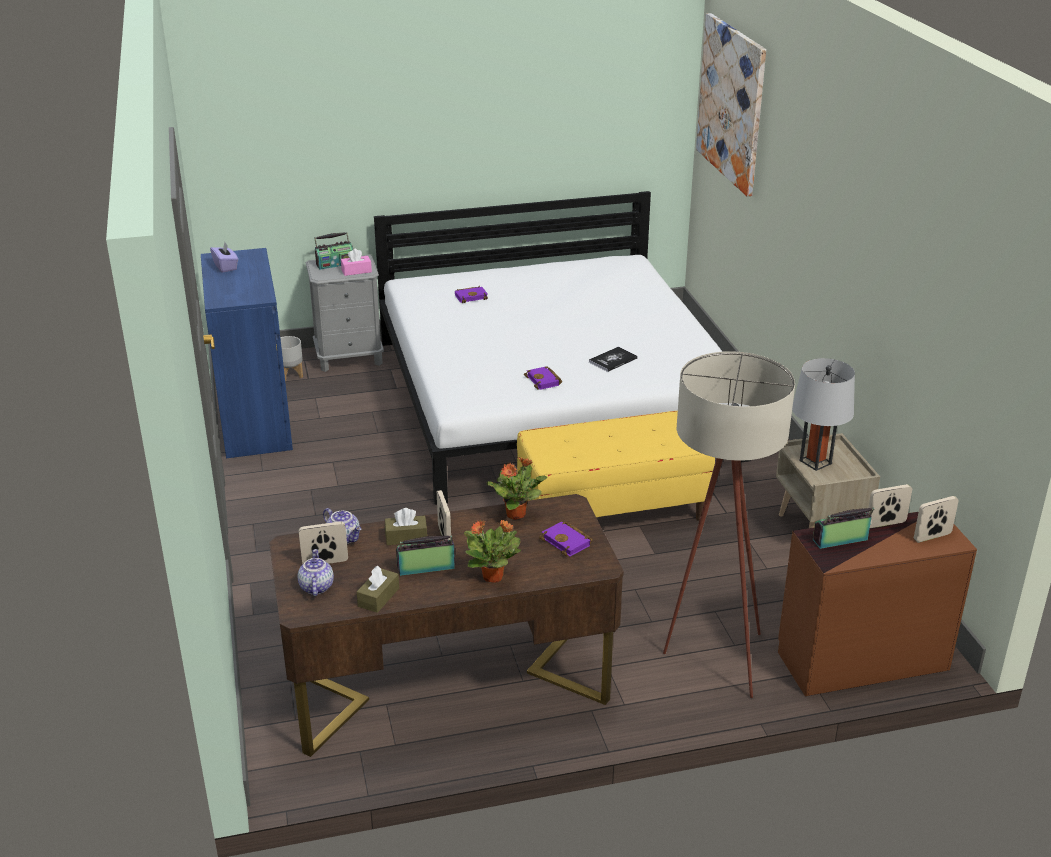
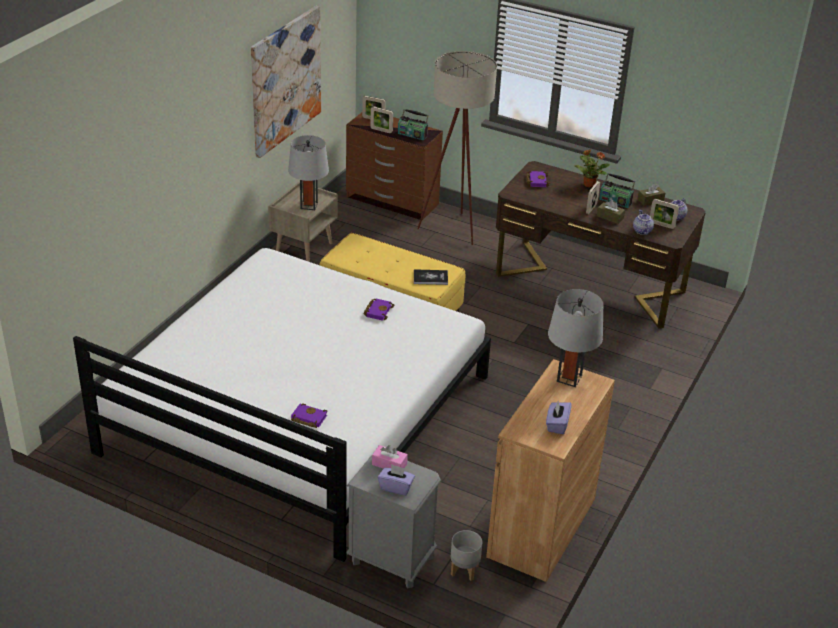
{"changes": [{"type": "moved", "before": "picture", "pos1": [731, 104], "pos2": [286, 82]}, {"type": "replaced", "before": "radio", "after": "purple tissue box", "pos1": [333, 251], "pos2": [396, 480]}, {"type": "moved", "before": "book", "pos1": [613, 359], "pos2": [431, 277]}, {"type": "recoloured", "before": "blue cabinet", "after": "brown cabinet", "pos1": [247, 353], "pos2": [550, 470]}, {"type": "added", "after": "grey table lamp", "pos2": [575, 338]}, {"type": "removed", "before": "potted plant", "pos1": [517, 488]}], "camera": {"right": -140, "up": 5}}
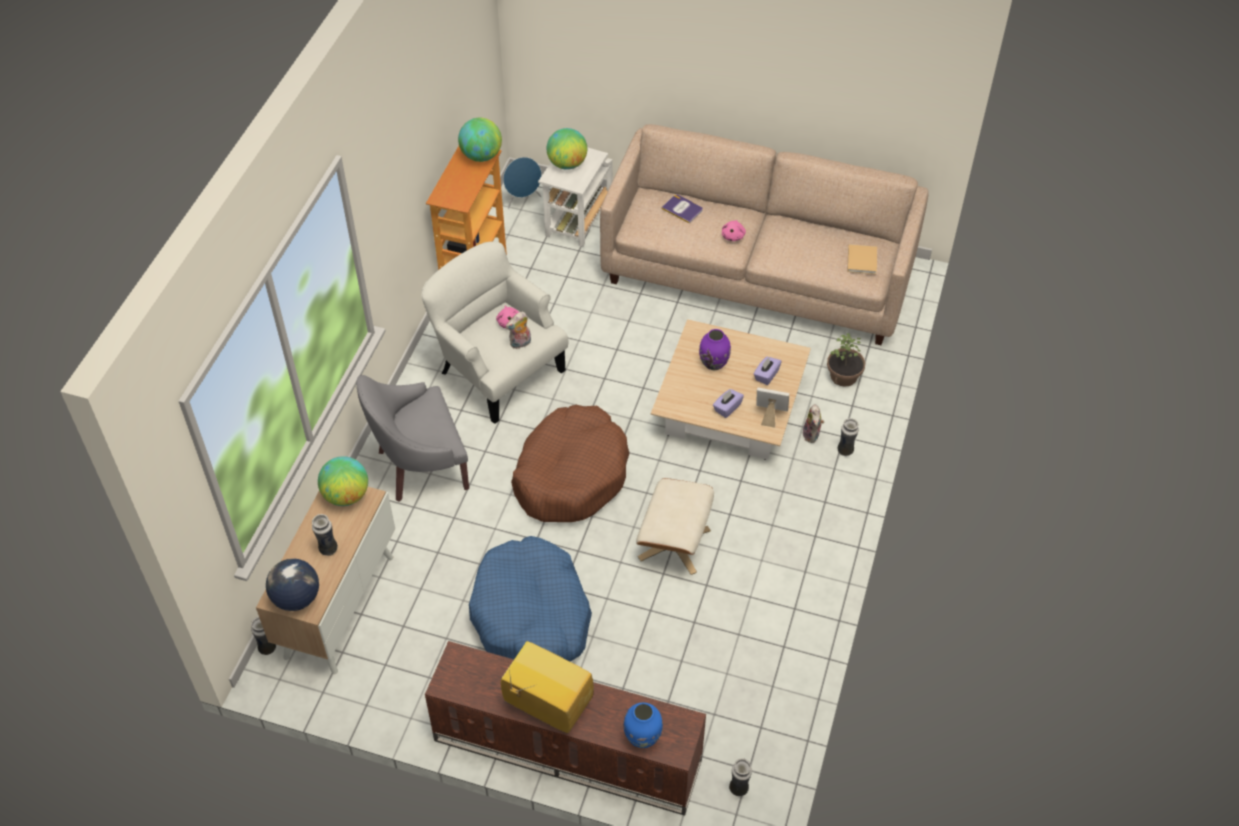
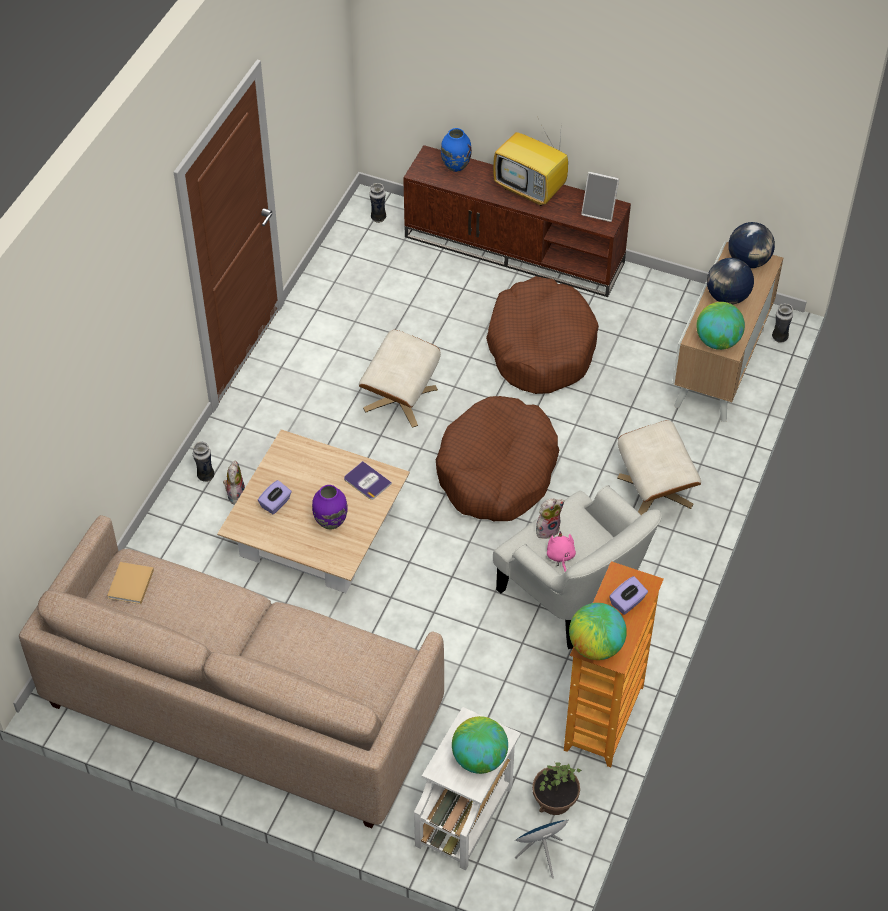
{"changes": [{"type": "moved", "before": "book", "pos1": [682, 208], "pos2": [368, 480]}, {"type": "recoloured", "before": "blue dog bed", "after": "brown dog bed", "pos1": [530, 599], "pos2": [542, 335]}, {"type": "moved", "before": "potted plant", "pos1": [846, 360], "pos2": [557, 788]}, {"type": "moved", "before": "picture frame", "pos1": [773, 408], "pos2": [600, 196]}, {"type": "moved", "before": "purple tissue box", "pos1": [728, 403], "pos2": [628, 595]}, {"type": "replaced", "before": "grey armchair", "after": "beige ottoman", "pos1": [413, 438], "pos2": [659, 467]}, {"type": "replaced", "before": "vase", "after": "globe", "pos1": [325, 535], "pos2": [730, 281]}, {"type": "removed", "before": "pink plush toy", "pos1": [734, 230]}], "camera": {"right": -175, "up": 0}}
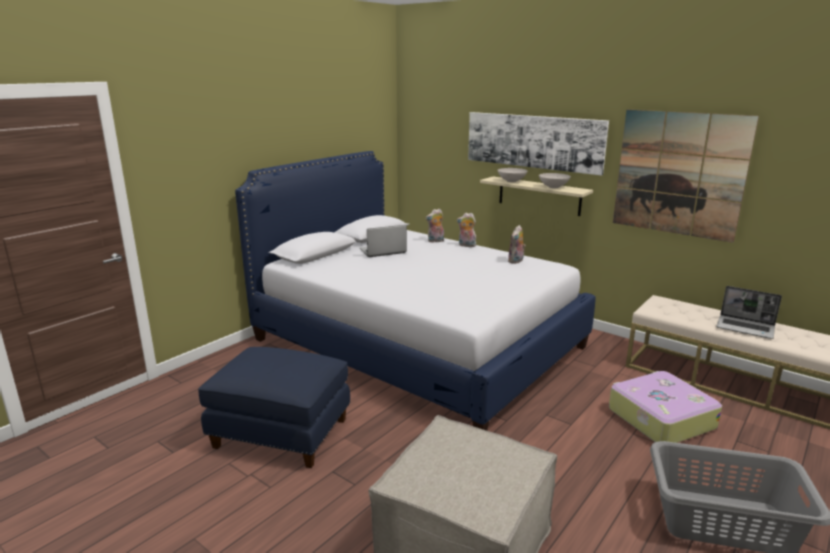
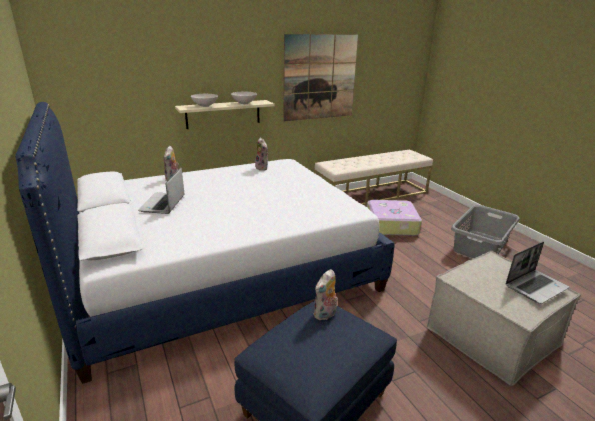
{"changes": [{"type": "moved", "before": "plush toy", "pos1": [466, 230], "pos2": [325, 294]}, {"type": "moved", "before": "laptop", "pos1": [749, 312], "pos2": [537, 272]}, {"type": "removed", "before": "picture", "pos1": [538, 144]}], "camera": {"right": -65, "up": 5}}
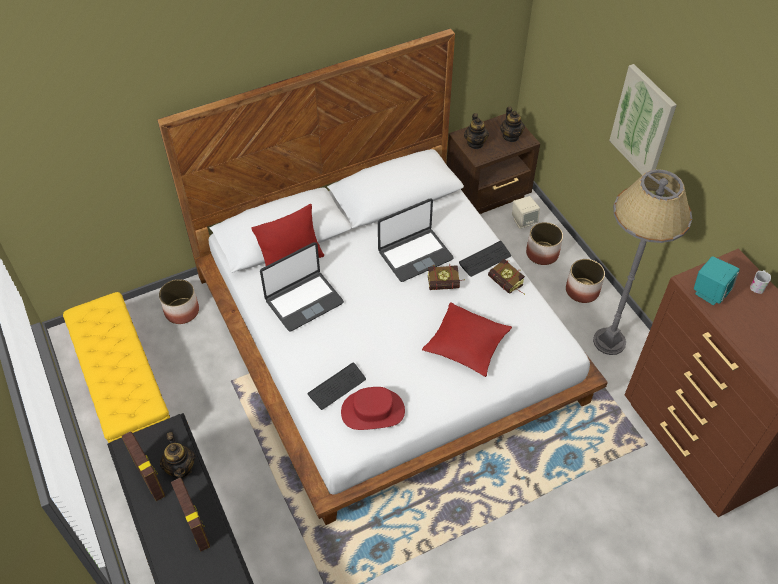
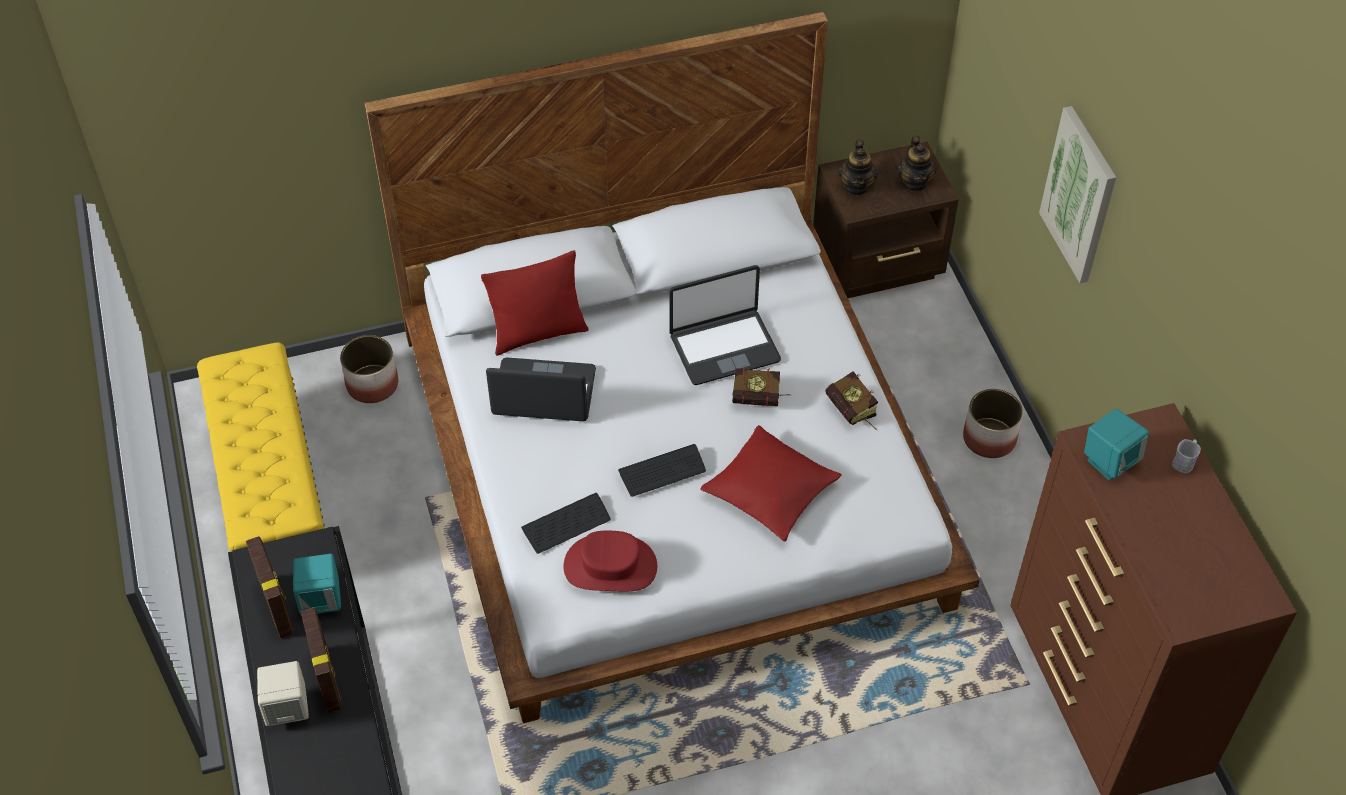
{"changes": [{"type": "moved", "before": "beige speaker", "pos1": [526, 212], "pos2": [283, 693]}, {"type": "replaced", "before": "teapot", "after": "turquoise speaker", "pos1": [177, 455], "pos2": [317, 584]}, {"type": "turned", "before": "laptop", "pos1": [302, 286], "pos2": [541, 389], "turn": -150}, {"type": "moved", "before": "keyboard", "pos1": [485, 259], "pos2": [662, 470]}, {"type": "removed", "before": "planter", "pos1": [544, 243]}, {"type": "removed", "before": "grey floor lamp", "pos1": [642, 262]}], "camera": {"right": 10, "up": 0}}
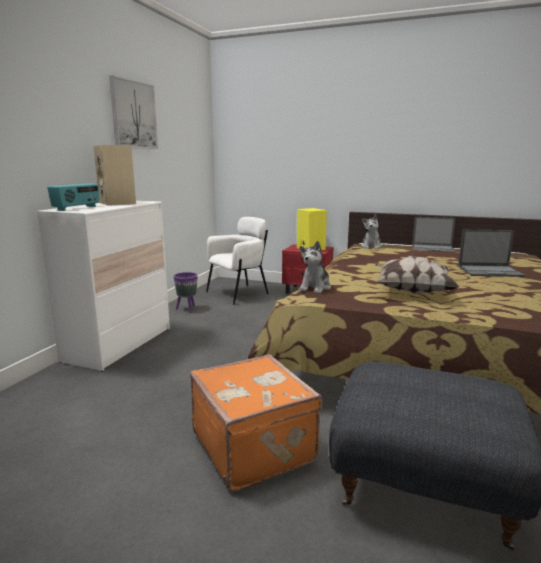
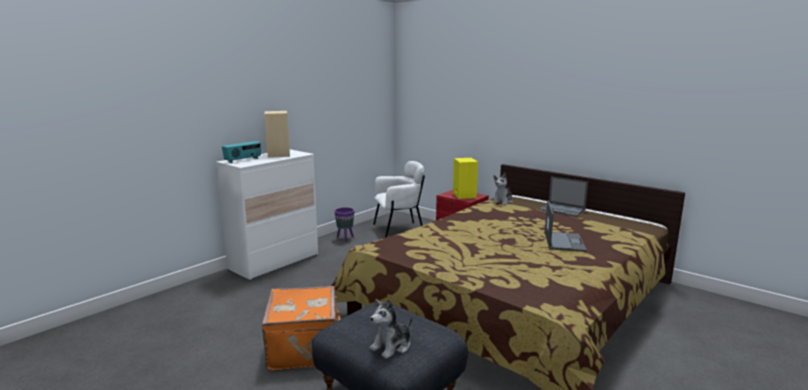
{"changes": [{"type": "moved", "before": "plush toy", "pos1": [315, 267], "pos2": [391, 329]}, {"type": "turned", "before": "laptop", "pos1": [492, 253], "pos2": [566, 226], "turn": -105}, {"type": "removed", "before": "picture", "pos1": [133, 112]}, {"type": "removed", "before": "pillow", "pos1": [417, 275]}], "camera": {"right": 20, "up": 0}}
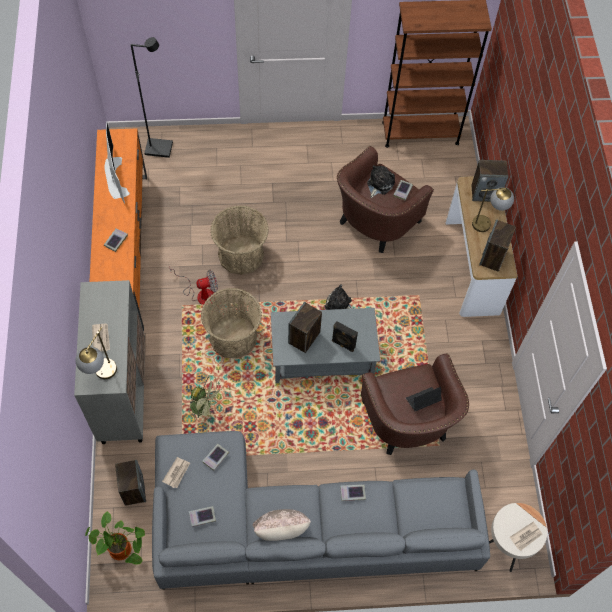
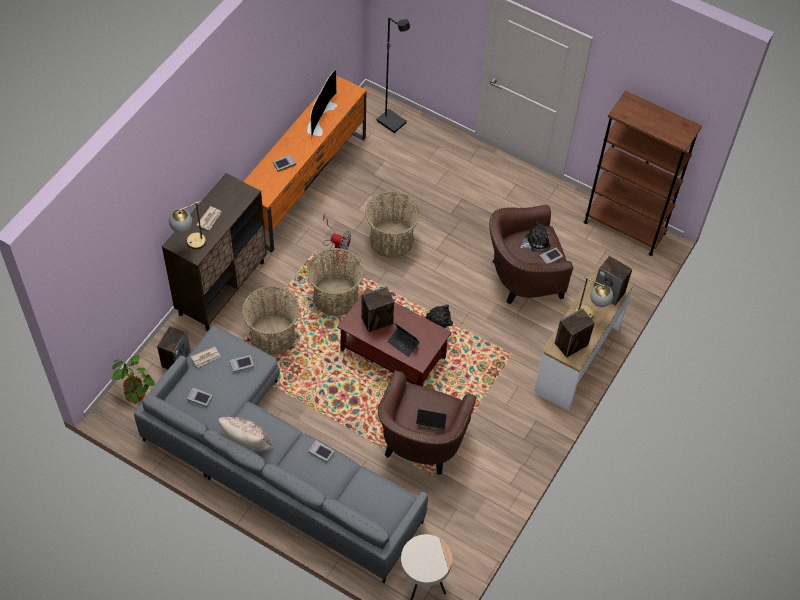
{"changes": [{"type": "recoloured", "before": "grey cabinet", "after": "brown cabinet", "pos1": [109, 362], "pos2": [214, 252]}, {"type": "replaced", "before": "green fan", "after": "basket", "pos1": [206, 398], "pos2": [271, 320]}, {"type": "recoloured", "before": "grey coffee table", "after": "brown coffee table", "pos1": [325, 345], "pos2": [394, 337]}, {"type": "replaced", "before": "black speaker", "after": "laptop", "pos1": [345, 336], "pos2": [404, 340]}, {"type": "removed", "before": "newspaper", "pos1": [526, 536]}], "camera": {"right": 35, "up": -5}}
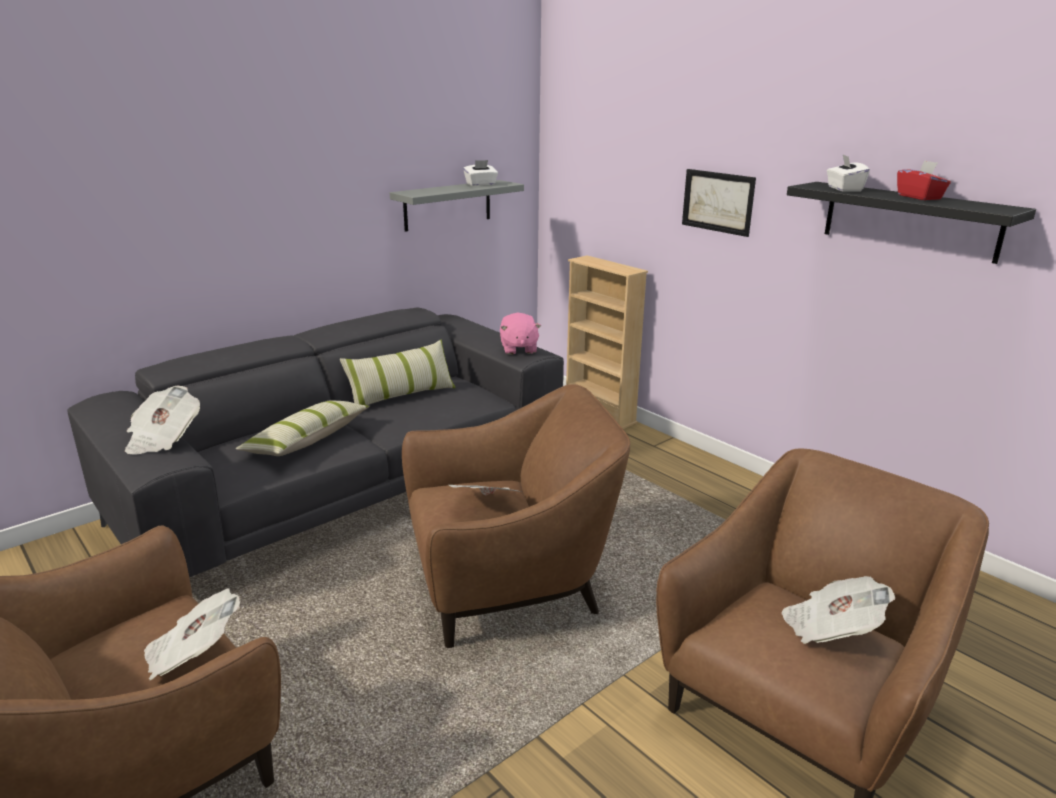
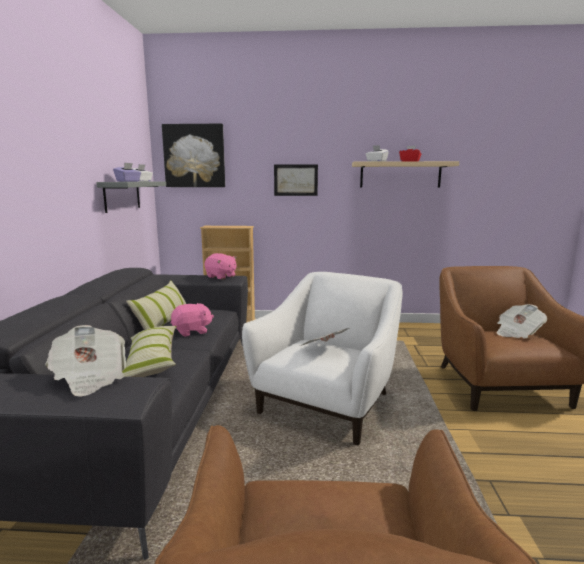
{"changes": [{"type": "added", "after": "purple tissue box", "pos2": [127, 172]}, {"type": "added", "after": "picture", "pos2": [193, 155]}, {"type": "added", "after": "pink plush toy", "pos2": [192, 320]}, {"type": "recoloured", "before": "brown armchair", "after": "white armchair", "pos1": [516, 516], "pos2": [322, 358]}, {"type": "recoloured", "before": "black shelf", "after": "beige shelf", "pos1": [911, 223], "pos2": [405, 174]}, {"type": "removed", "before": "newspaper", "pos1": [192, 634]}], "camera": {"right": -45, "up": -10}}
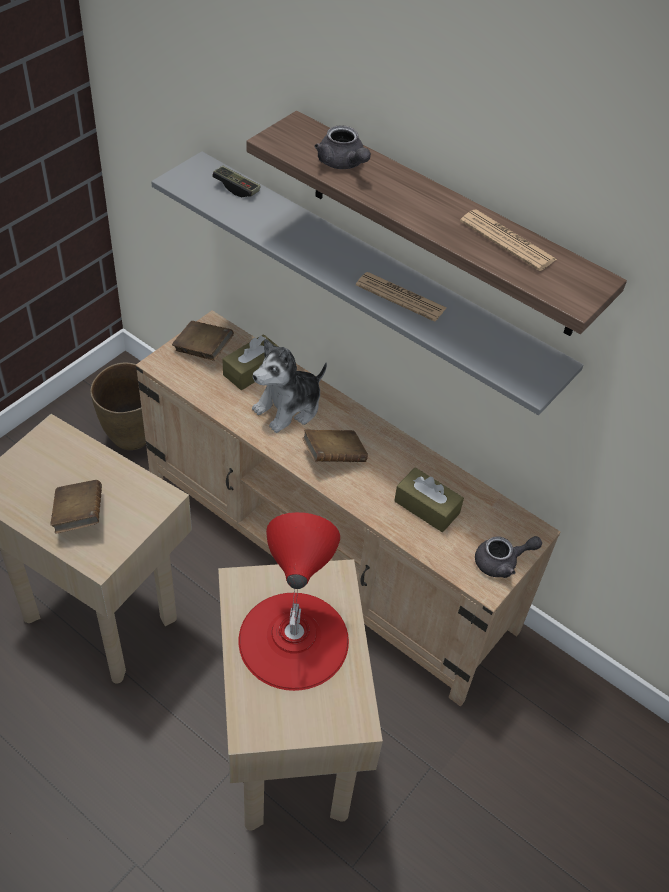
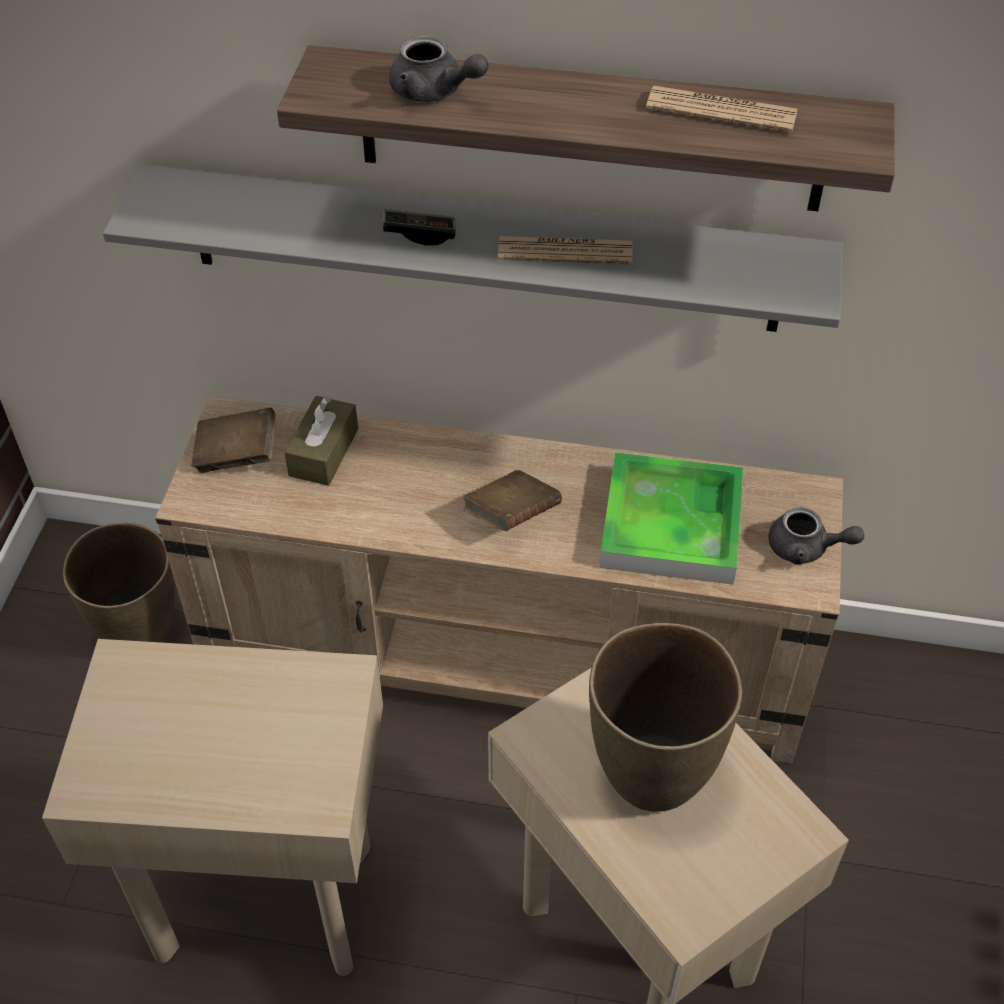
{"changes": [{"type": "moved", "before": "game controller", "pos1": [236, 181], "pos2": [419, 227]}, {"type": "replaced", "before": "red table lamp", "after": "brown vase", "pos1": [293, 601], "pos2": [665, 717]}, {"type": "replaced", "before": "brown tissue box", "after": "tray", "pos1": [429, 499], "pos2": [671, 518]}, {"type": "turned", "before": "grey teapot", "pos1": [508, 557], "pos2": [816, 536], "turn": 60}, {"type": "removed", "before": "brown book", "pos1": [76, 506]}, {"type": "removed", "before": "plush toy", "pos1": [289, 386]}], "camera": {"right": -25, "up": 0}}
